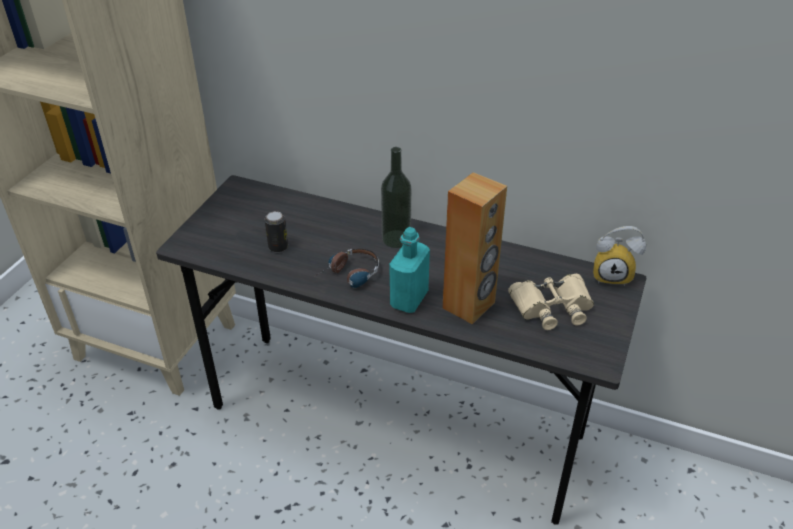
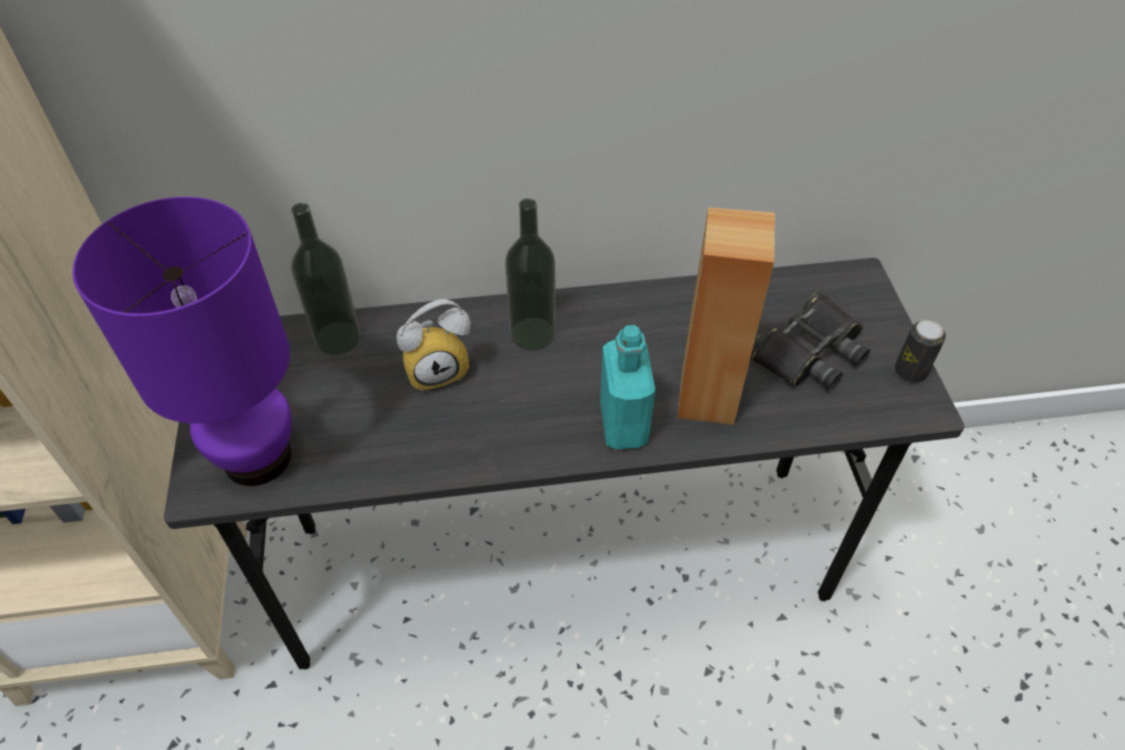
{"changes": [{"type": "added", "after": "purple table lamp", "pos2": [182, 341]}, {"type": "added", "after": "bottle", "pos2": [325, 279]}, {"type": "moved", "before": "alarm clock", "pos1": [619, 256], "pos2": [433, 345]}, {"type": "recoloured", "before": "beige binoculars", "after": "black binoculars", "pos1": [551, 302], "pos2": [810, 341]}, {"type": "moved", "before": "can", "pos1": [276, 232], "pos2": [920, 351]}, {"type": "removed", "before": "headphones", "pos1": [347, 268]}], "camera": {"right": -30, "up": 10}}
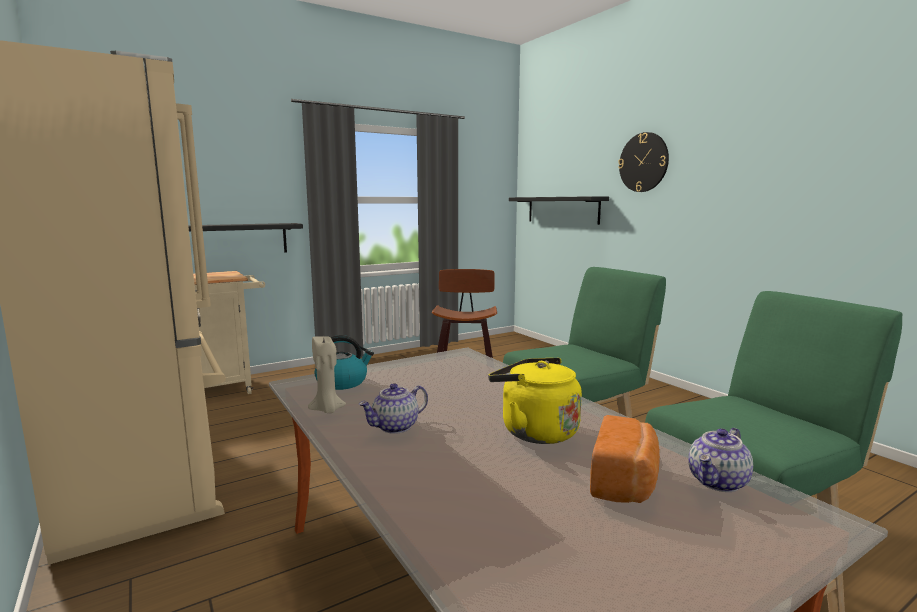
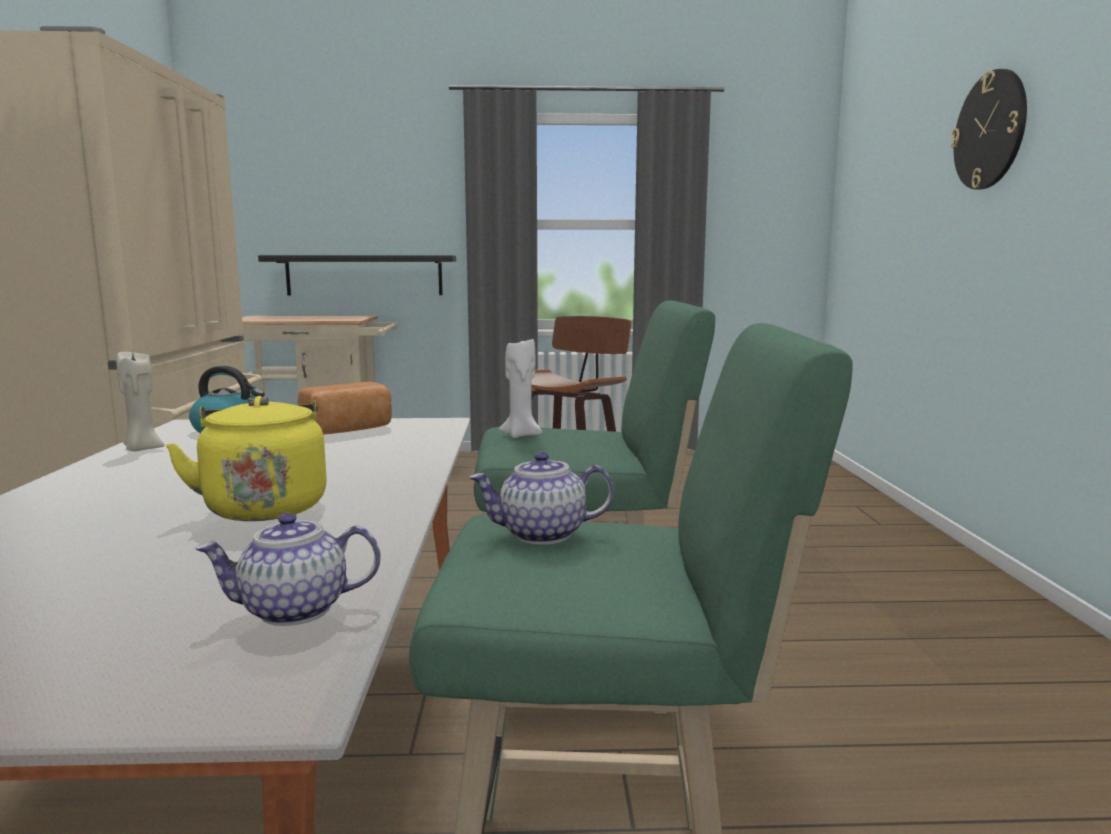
{"changes": [{"type": "moved", "before": "bread", "pos1": [625, 459], "pos2": [345, 408]}, {"type": "moved", "before": "teapot", "pos1": [393, 408], "pos2": [541, 498]}, {"type": "added", "after": "white candle", "pos2": [520, 388]}, {"type": "removed", "before": "black shelf", "pos1": [559, 210]}], "camera": {"right": 30, "up": 0}}
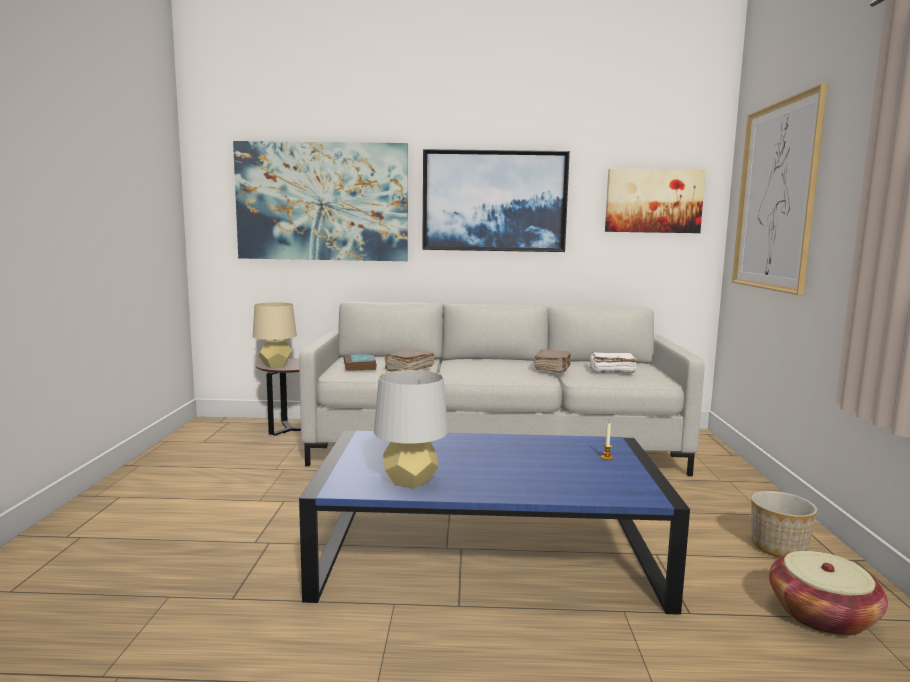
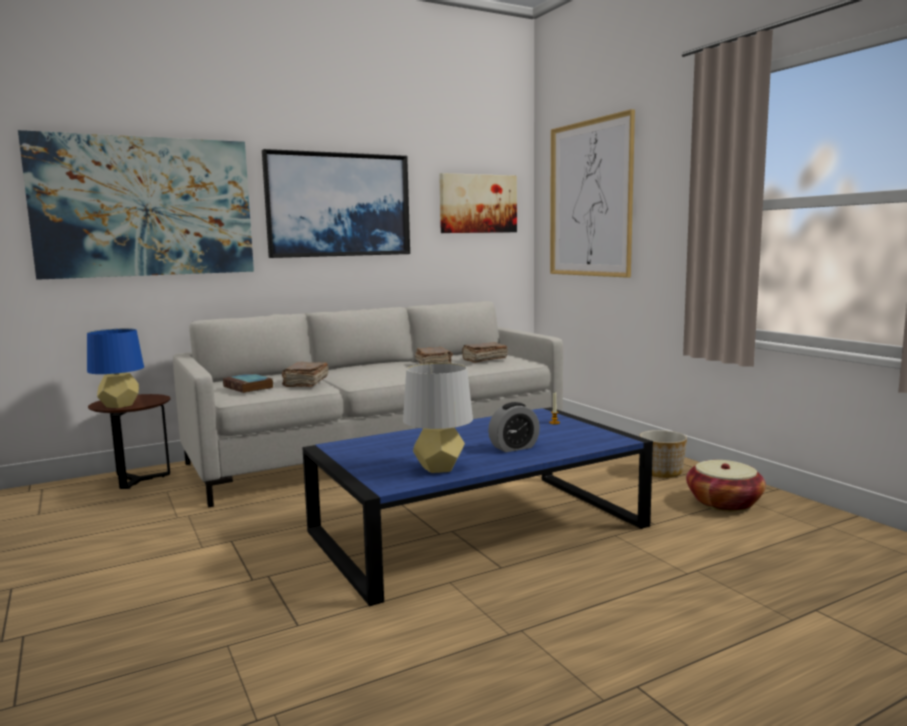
{"changes": [{"type": "recoloured", "before": "beige table lamp", "after": "blue table lamp", "pos1": [275, 335], "pos2": [115, 368]}, {"type": "recoloured", "before": "white book", "after": "brown book", "pos1": [613, 362], "pos2": [485, 352]}, {"type": "added", "after": "alarm clock", "pos2": [514, 427]}], "camera": {"right": -30, "up": 0}}
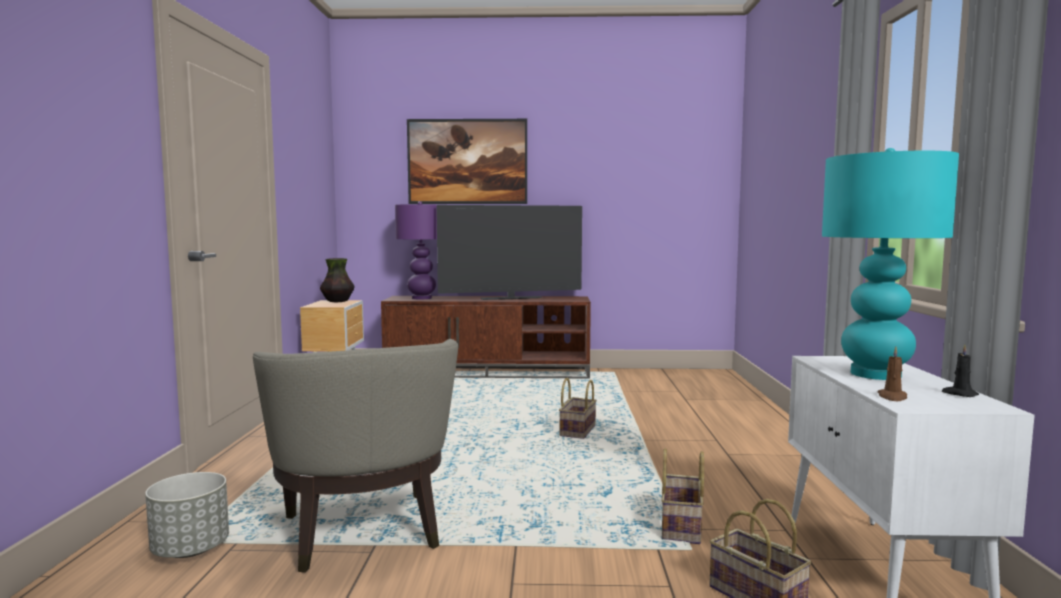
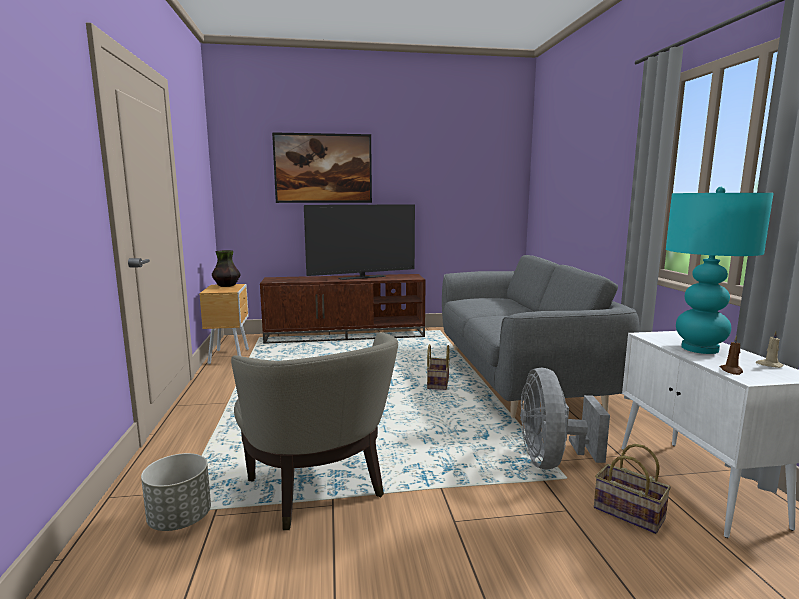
{"changes": [{"type": "added", "after": "grey sofa", "pos2": [541, 336]}, {"type": "replaced", "before": "basket", "after": "grey fan", "pos1": [682, 496], "pos2": [565, 419]}, {"type": "recoloured", "before": "black candle", "after": "beige candle", "pos1": [960, 370], "pos2": [769, 349]}, {"type": "removed", "before": "purple table lamp", "pos1": [416, 250]}], "camera": {"right": -10, "up": 5}}
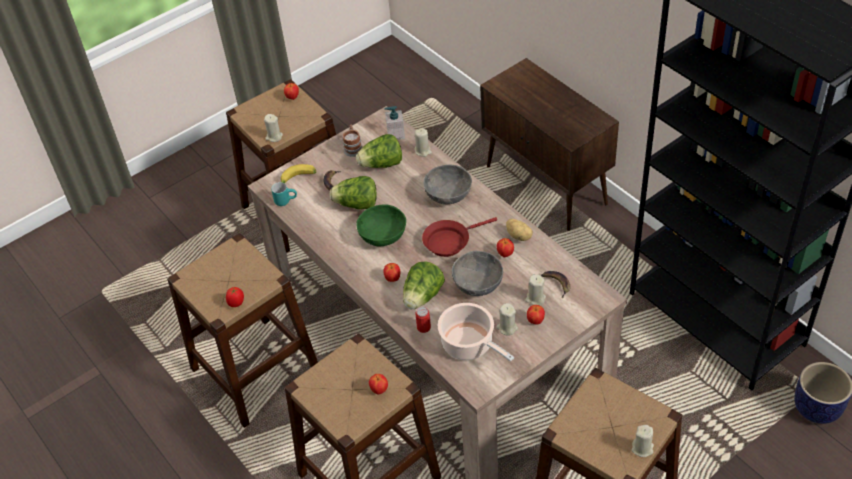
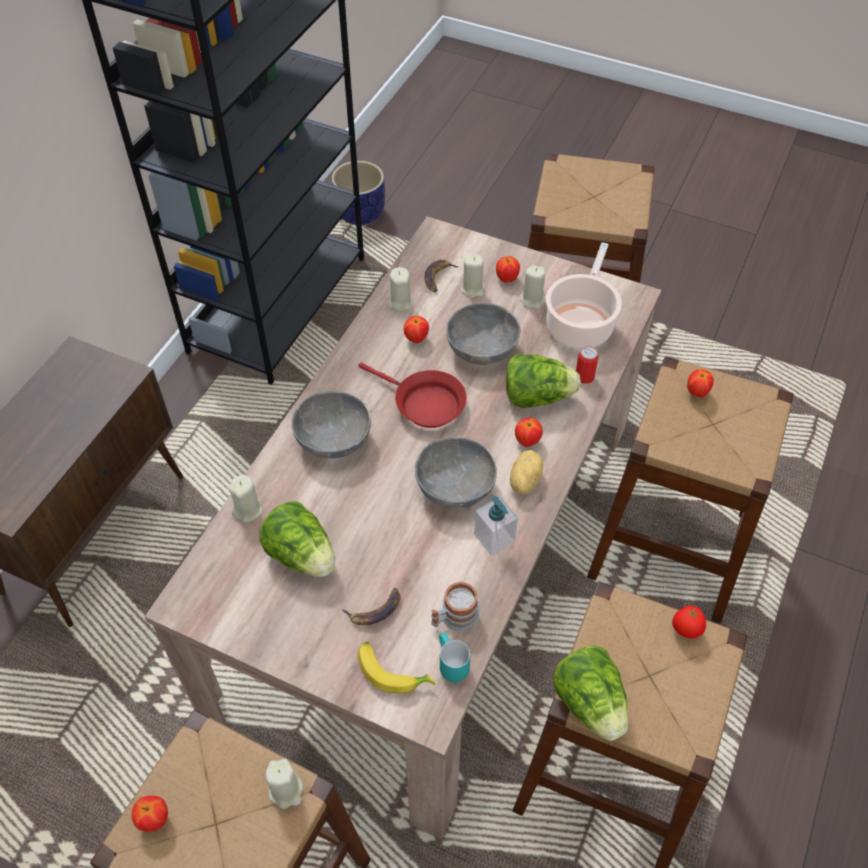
{"changes": [{"type": "moved", "before": "beige candle", "pos1": [643, 441], "pos2": [400, 289]}, {"type": "recoloured", "before": "green bowl", "after": "grey bowl", "pos1": [381, 225], "pos2": [456, 472]}, {"type": "moved", "before": "mug", "pos1": [353, 141], "pos2": [455, 606]}, {"type": "moved", "before": "soap dispenser", "pos1": [394, 123], "pos2": [496, 525]}, {"type": "moved", "before": "potato", "pos1": [519, 230], "pos2": [526, 472]}, {"type": "moved", "before": "lettuce", "pos1": [352, 192], "pos2": [591, 693]}], "camera": {"right": -120, "up": 5}}
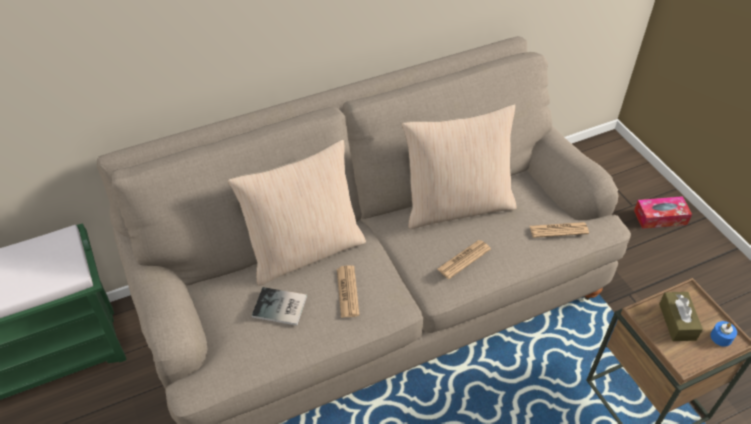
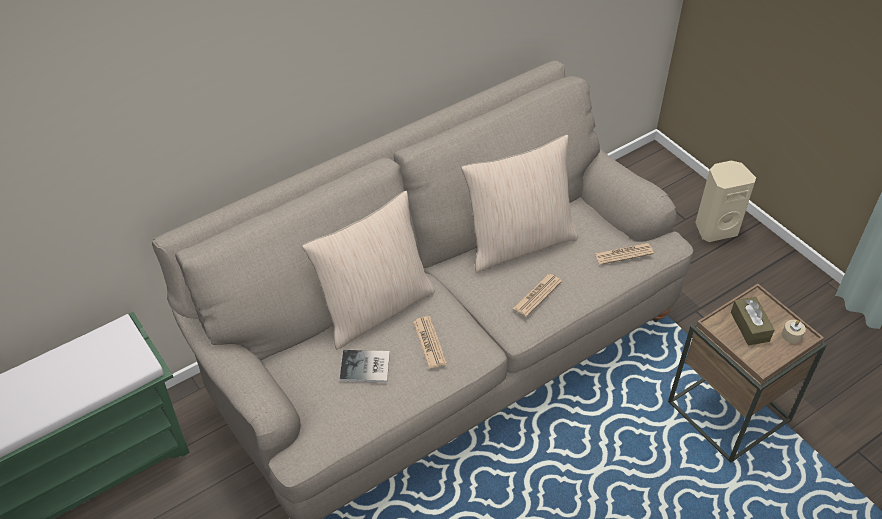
{"changes": [{"type": "replaced", "before": "tissue box", "after": "beige speaker", "pos1": [663, 212], "pos2": [725, 201]}, {"type": "recoloured", "before": "blue candle", "after": "beige candle", "pos1": [723, 334], "pos2": [794, 332]}], "camera": {"right": -10, "up": 0}}
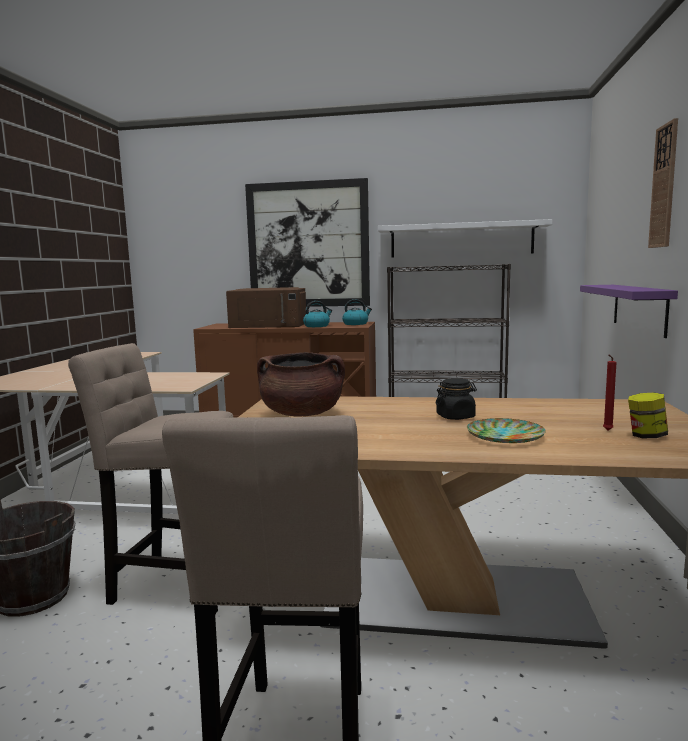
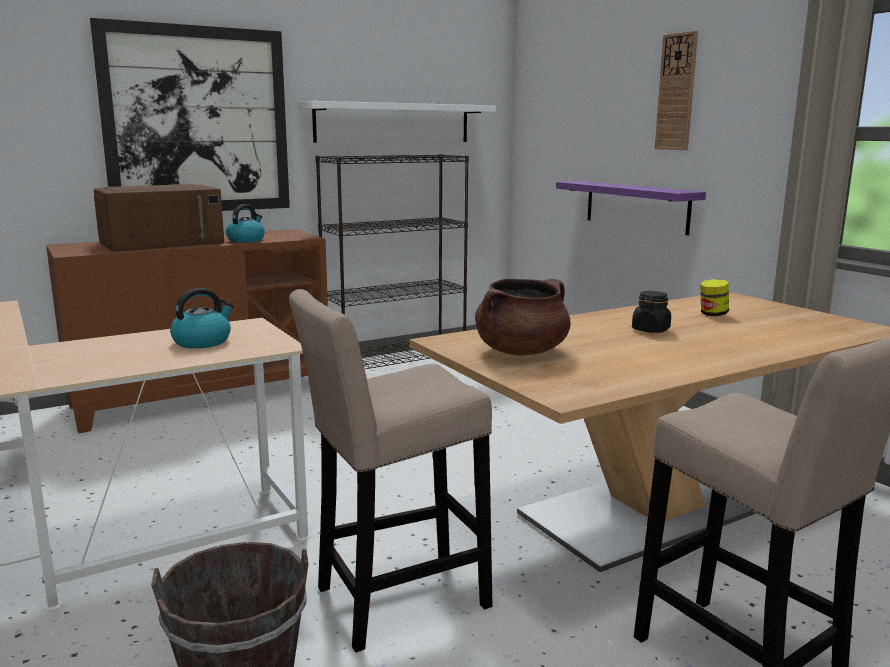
{"changes": [{"type": "moved", "before": "kettle", "pos1": [357, 312], "pos2": [202, 318]}, {"type": "moved", "before": "jar", "pos1": [648, 415], "pos2": [714, 297]}, {"type": "removed", "before": "plate", "pos1": [506, 430]}, {"type": "removed", "before": "red candle", "pos1": [610, 392]}], "camera": {"right": -40, "up": 5}}
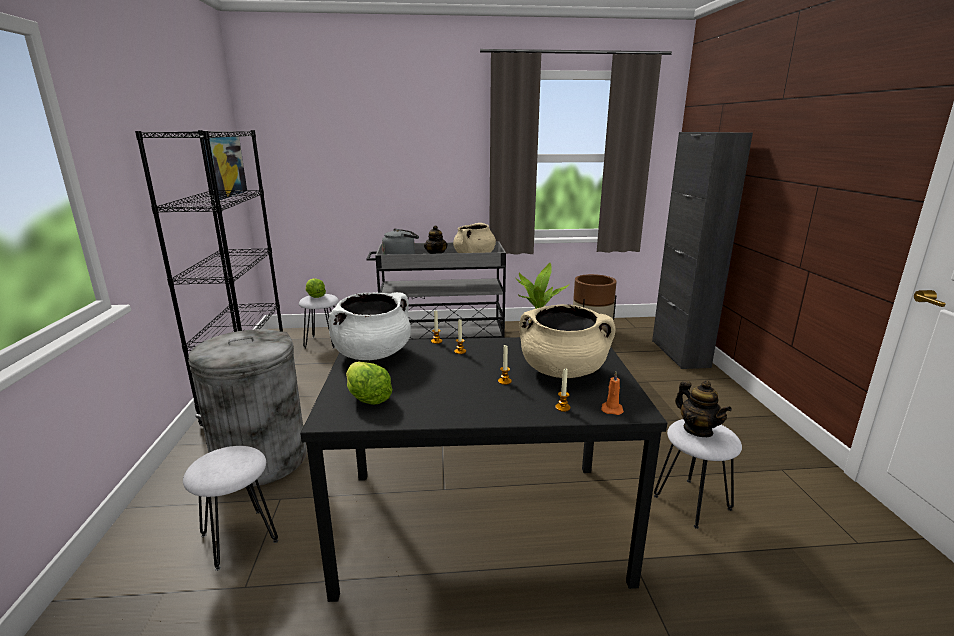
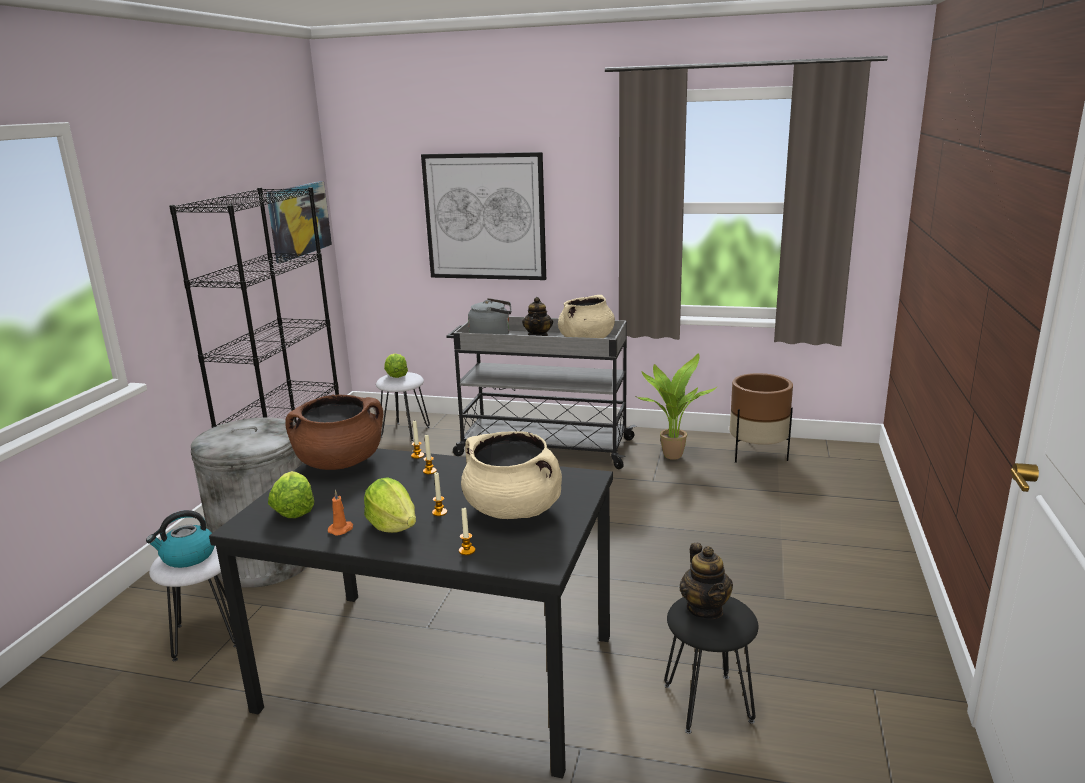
{"changes": [{"type": "added", "after": "kettle", "pos2": [180, 539]}, {"type": "recoloured", "before": "white cooking pot", "after": "brown cooking pot", "pos1": [370, 326], "pos2": [334, 432]}, {"type": "moved", "before": "orange candle", "pos1": [612, 393], "pos2": [340, 513]}, {"type": "added", "after": "lettuce", "pos2": [390, 505]}, {"type": "added", "after": "picture", "pos2": [483, 216]}, {"type": "recoloured", "before": "white stool", "after": "black stool", "pos1": [698, 474], "pos2": [711, 665]}, {"type": "removed", "before": "black cabinet", "pos1": [702, 250]}], "camera": {"right": 20, "up": 0}}
